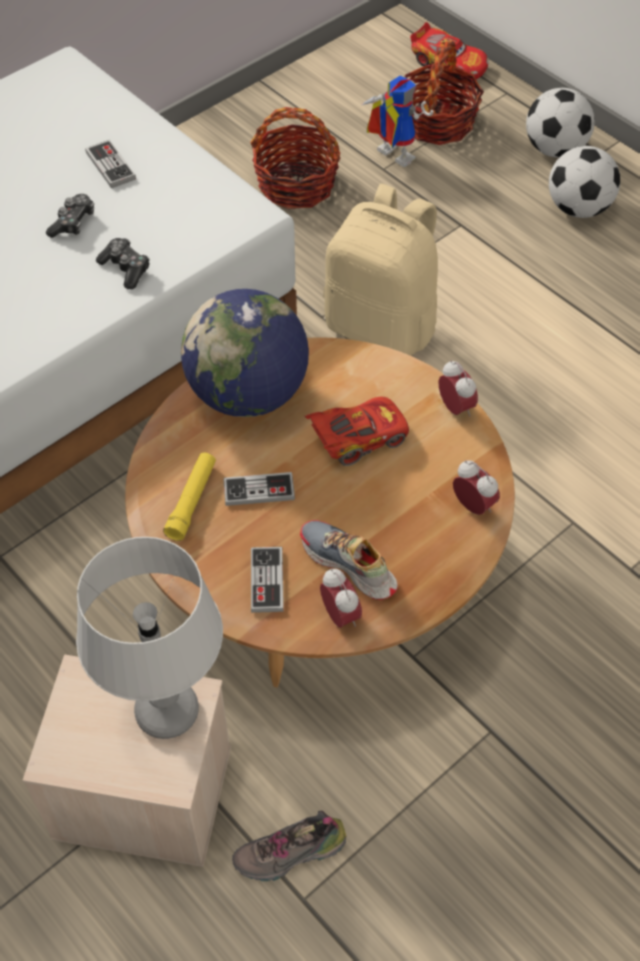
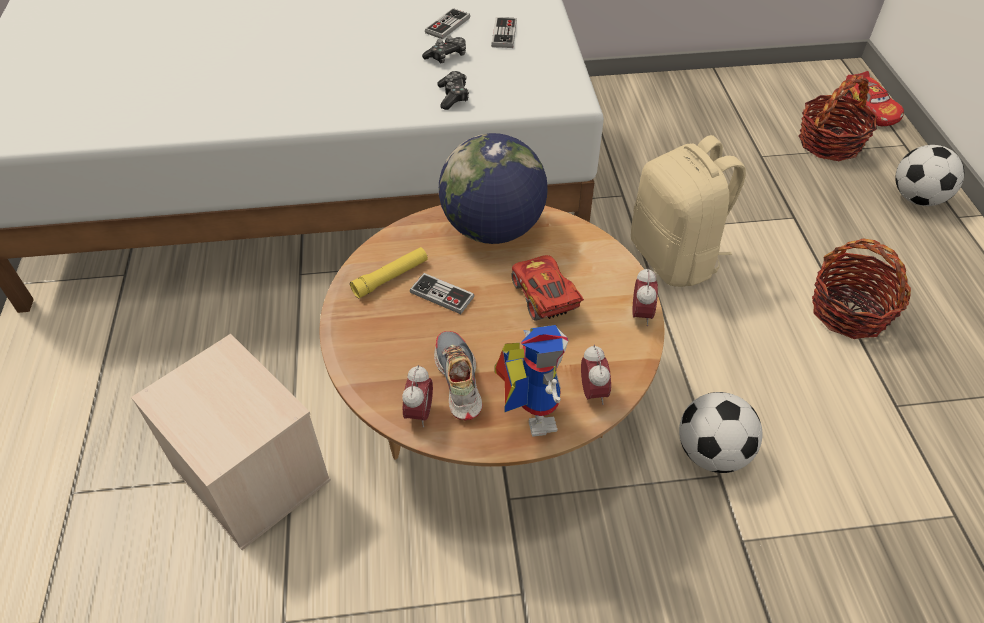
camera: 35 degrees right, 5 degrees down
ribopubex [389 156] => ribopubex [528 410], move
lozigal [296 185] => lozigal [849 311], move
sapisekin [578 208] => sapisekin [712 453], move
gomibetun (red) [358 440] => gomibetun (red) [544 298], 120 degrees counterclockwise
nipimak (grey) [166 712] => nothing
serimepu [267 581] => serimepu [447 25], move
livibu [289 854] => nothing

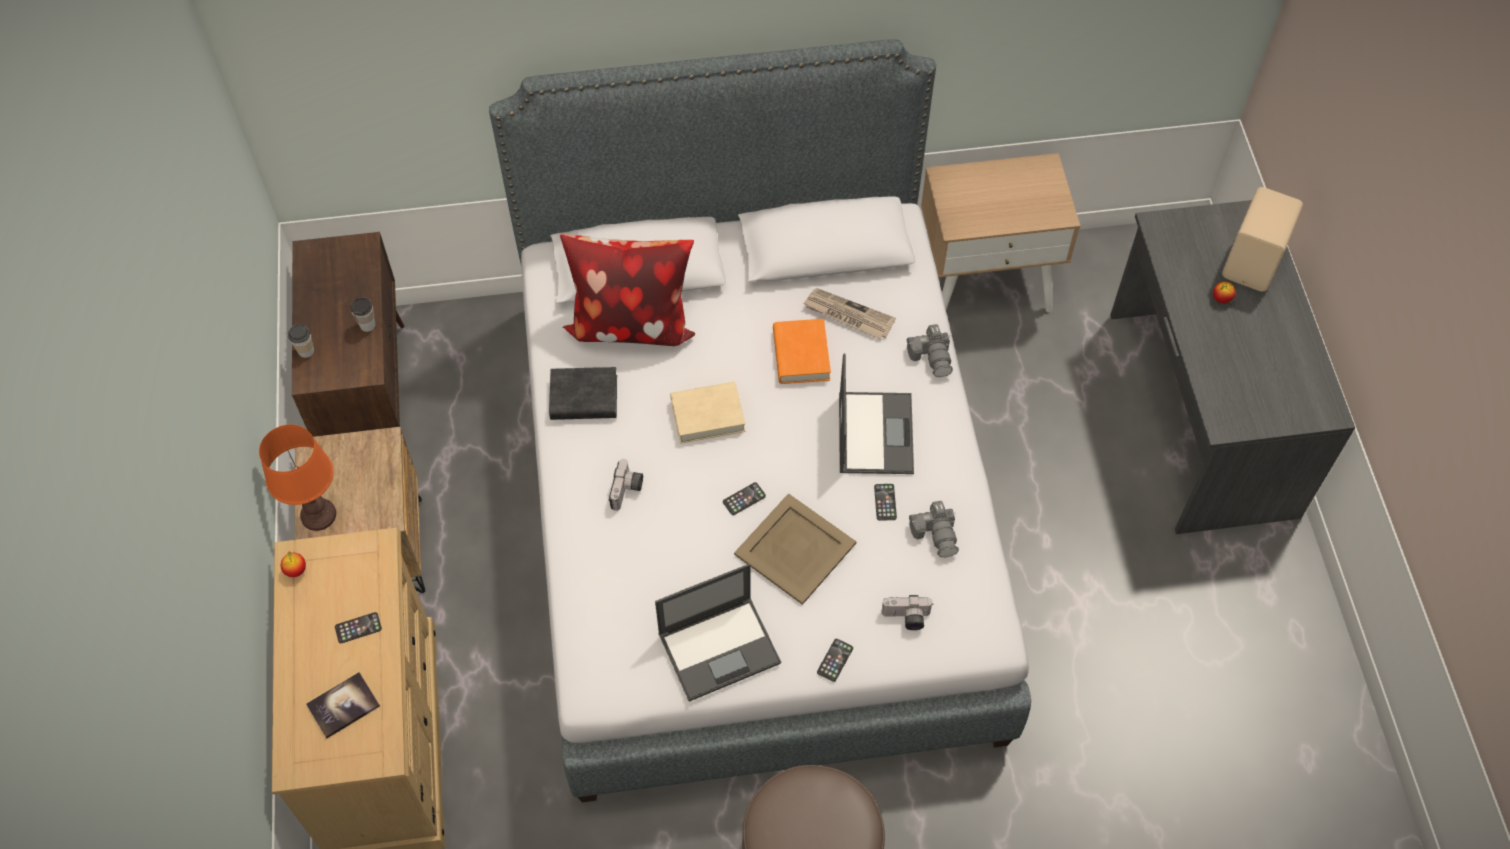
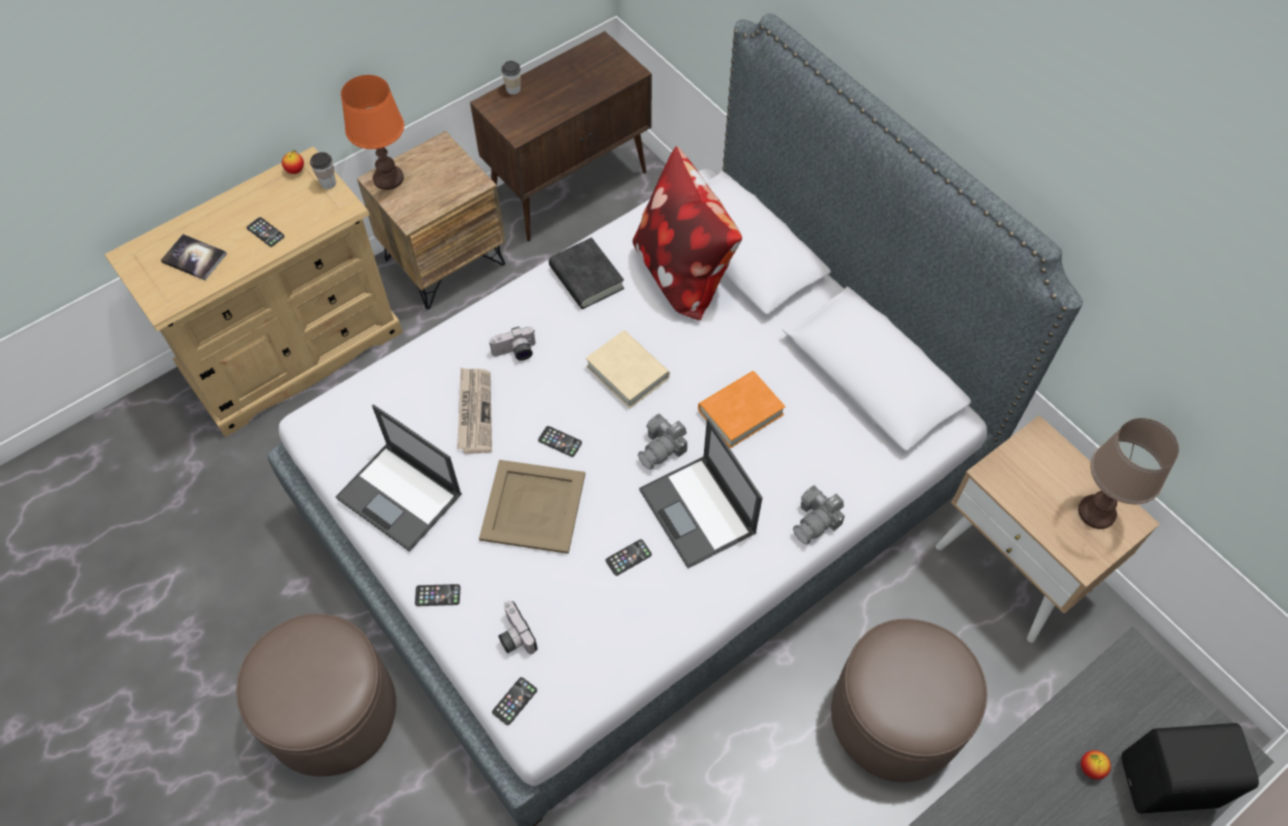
camera: 60 degrees right, 0 degrees up
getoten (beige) [1254 262] => getoten (black) [1170 784]
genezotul [848 315] => genezotul [474 411], move
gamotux [367 325] => gamotux [328 183], move
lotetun [875 432] => lotetun [698 512], 90 degrees clockwise
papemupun [936 534] => papemupun [662 448], move
nothing => nipimak (brown) [1096 512]
nothing => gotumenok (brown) [896 716]
nothing => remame [514 701]

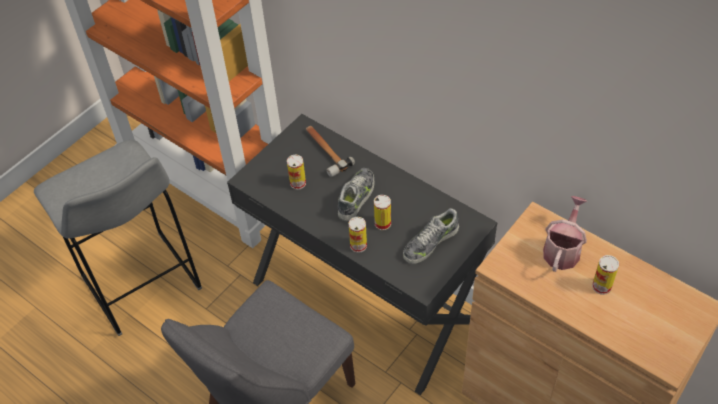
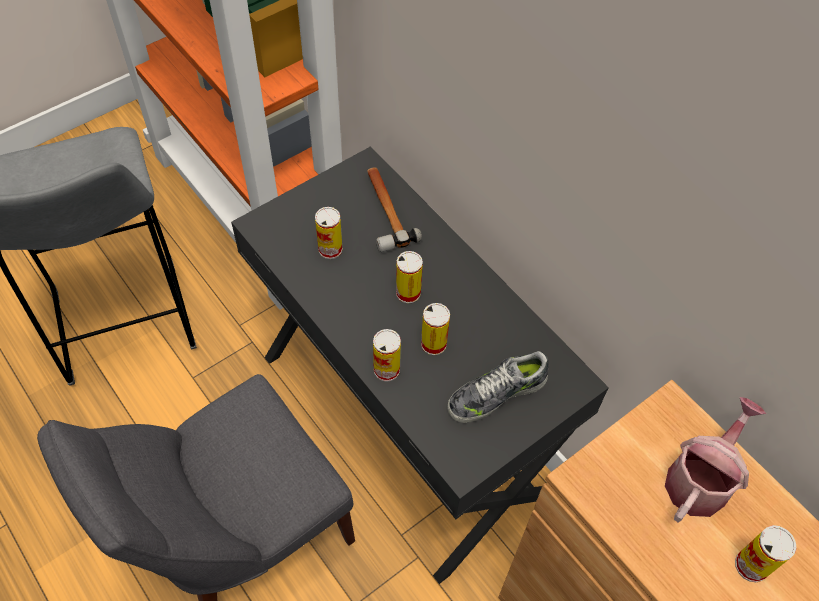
camera: 10 degrees right, 5 degrees up
livibu [356 197] => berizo [408 293]

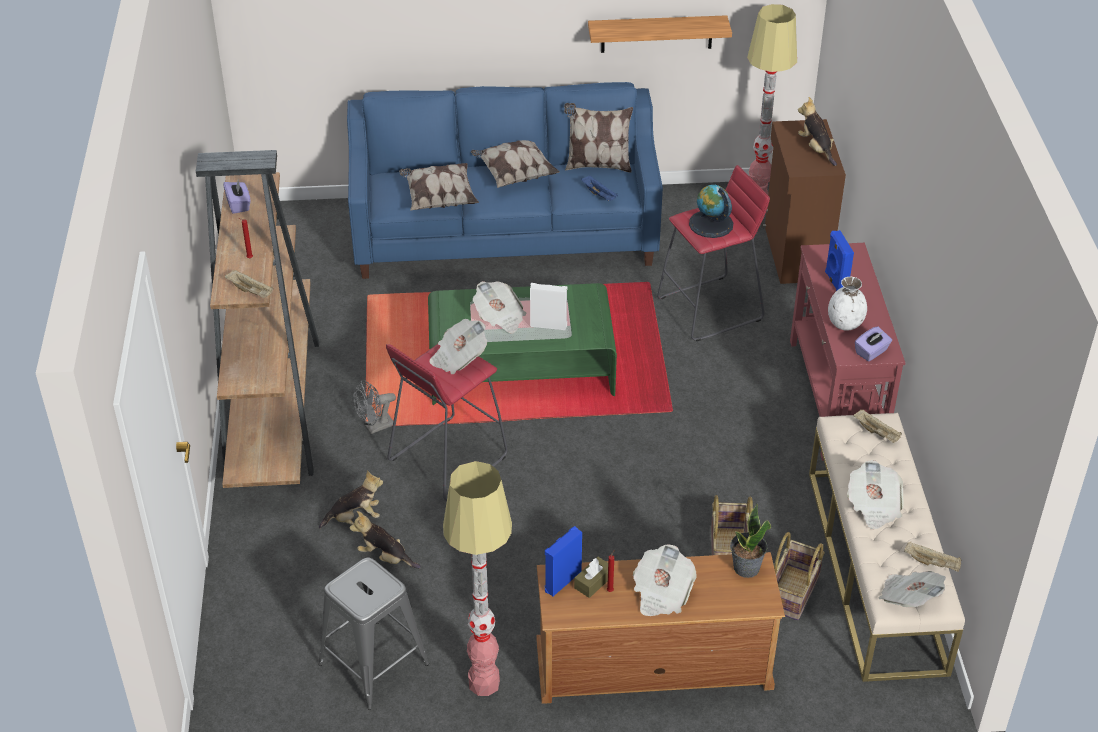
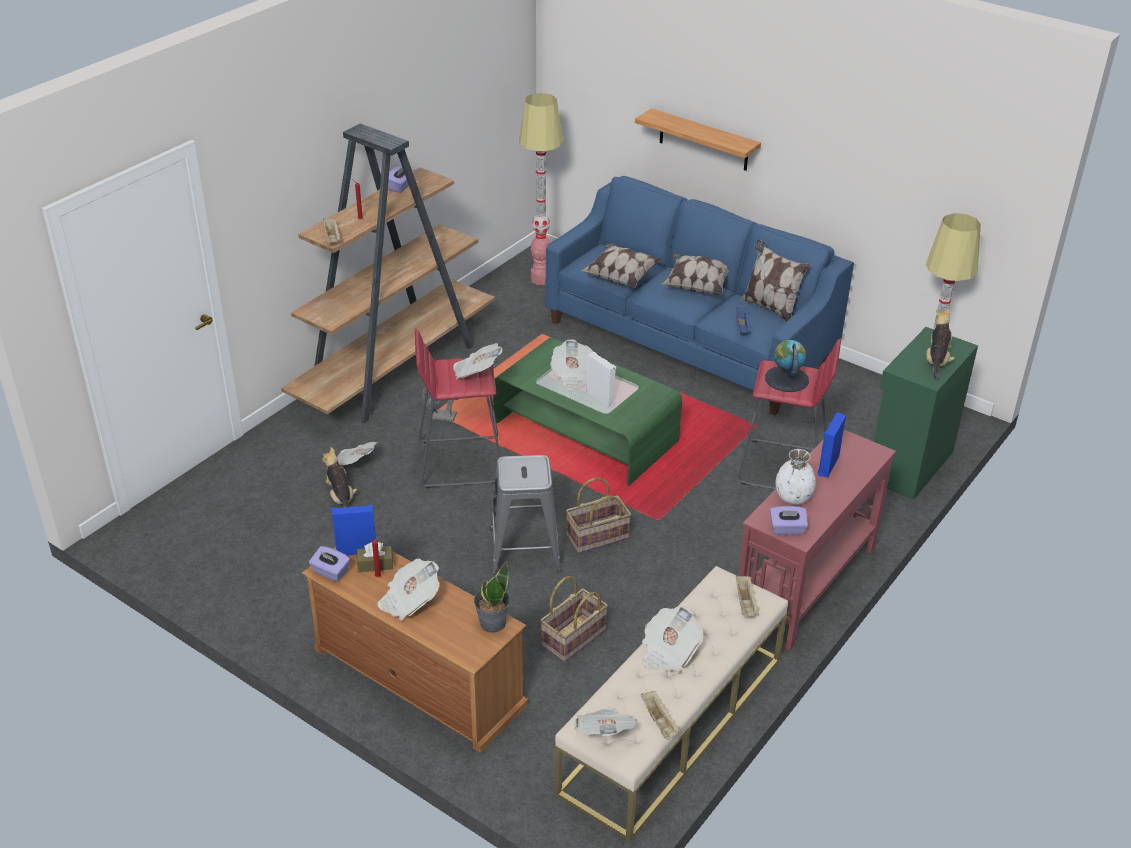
camera: 40 degrees right, 5 degrees down
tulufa [657 34] => tulufa [703 140], move
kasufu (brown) [795 254] => kasufu (green) [908 465]
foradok [484 683] => foradok [540 279], move
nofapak [355 518] => genezotul [354 463]
lozigal [793 593] => lozigal [597 538], move
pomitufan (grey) [374 664] => pomitufan (grey) [525 549], move
nothing => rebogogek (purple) [330 572]

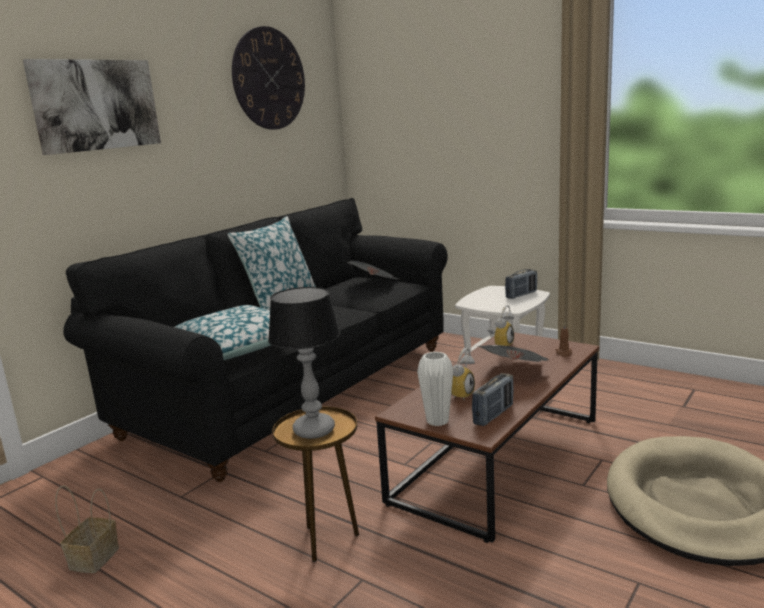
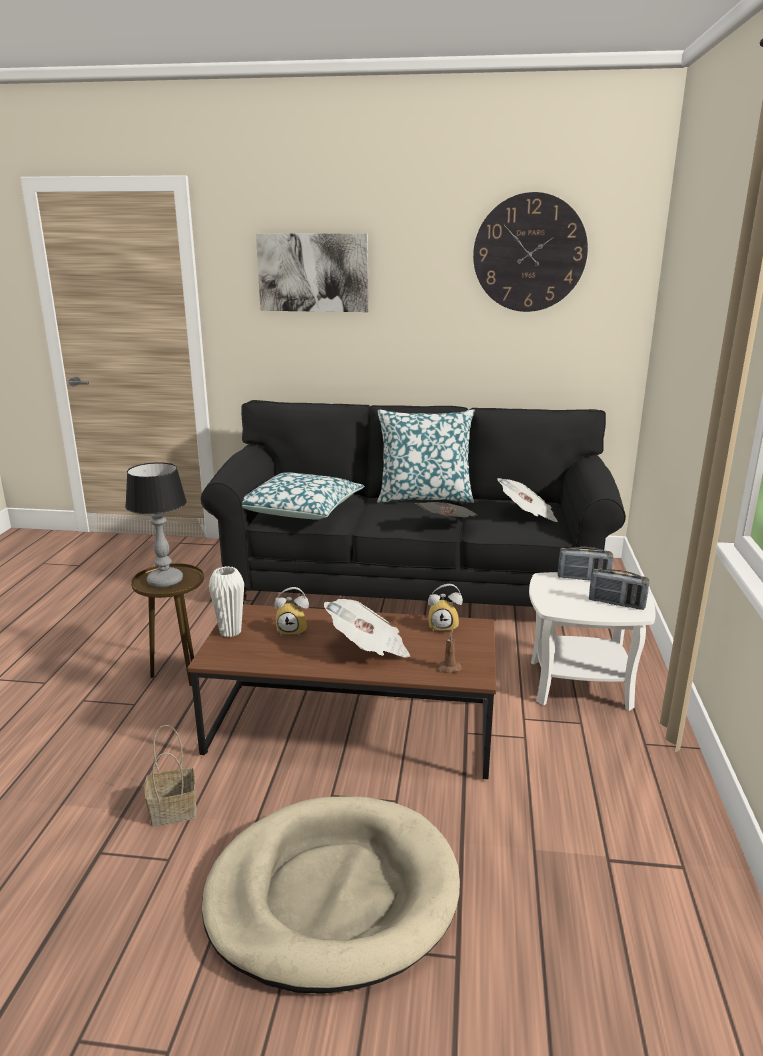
camera: 60 degrees right, 5 degrees up
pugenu [493 415] => pugenu [583 578], move
lozigal [94 557] => lozigal [175 809], move
nothing => genezotul [447 526]

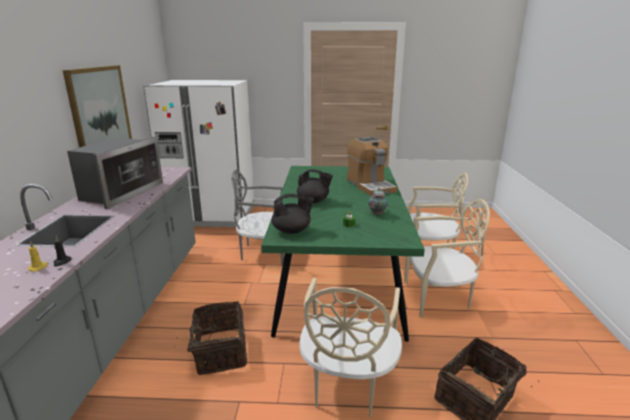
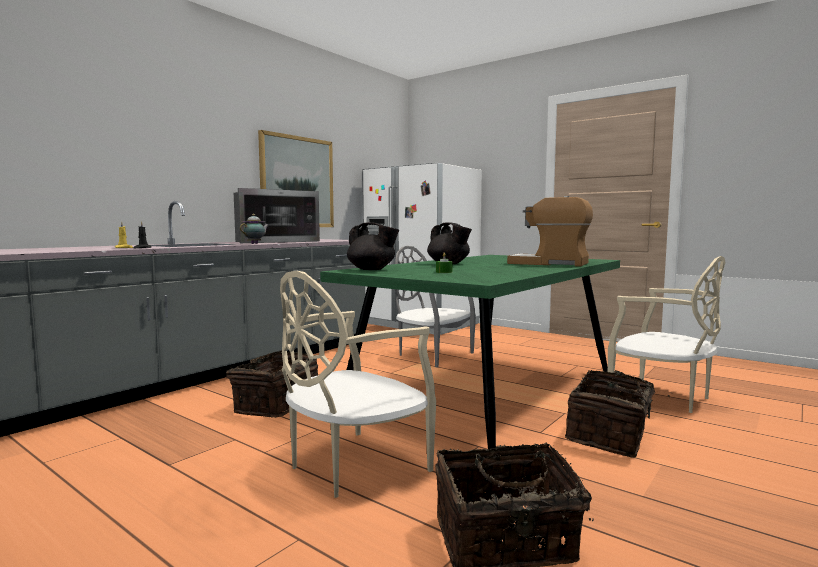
camera: 35 degrees right, 15 degrees down
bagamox [370 186] => bagamox [550 263], 105 degrees clockwise
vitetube [377 213] => vitetube [255 243], move
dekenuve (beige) [438 298] => lozigal [610 436]

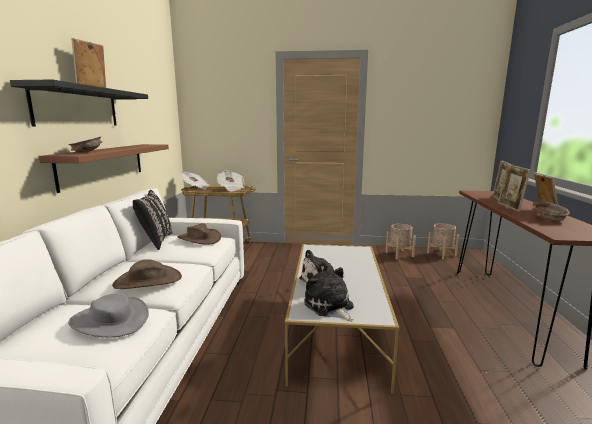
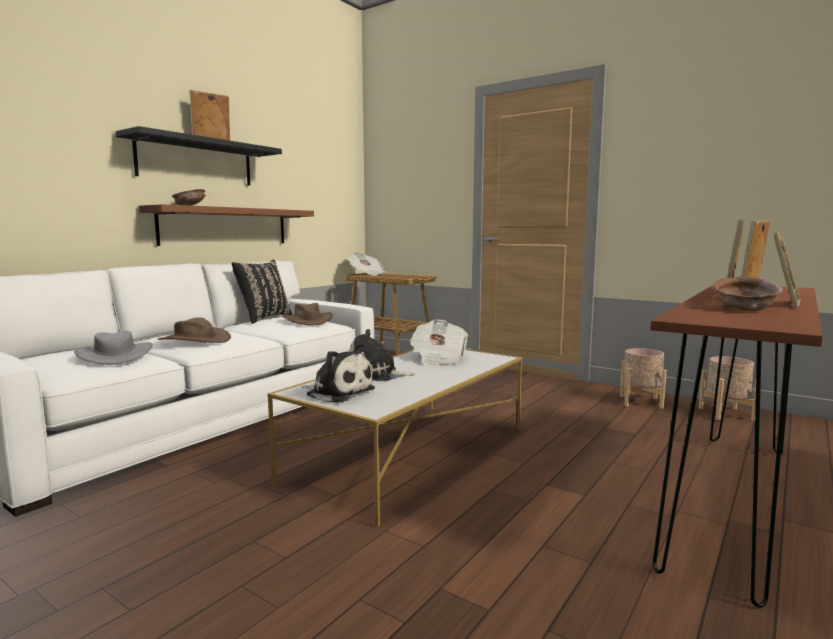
camera: 30 degrees right, 5 degrees down
genezotul [231 188] => genezotul [438 359], move
nofapak [329 306] => nofapak [338 392], 120 degrees clockwise

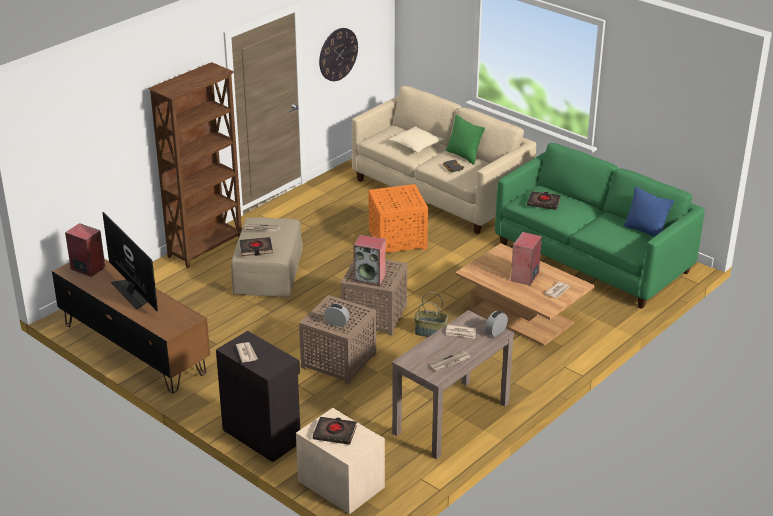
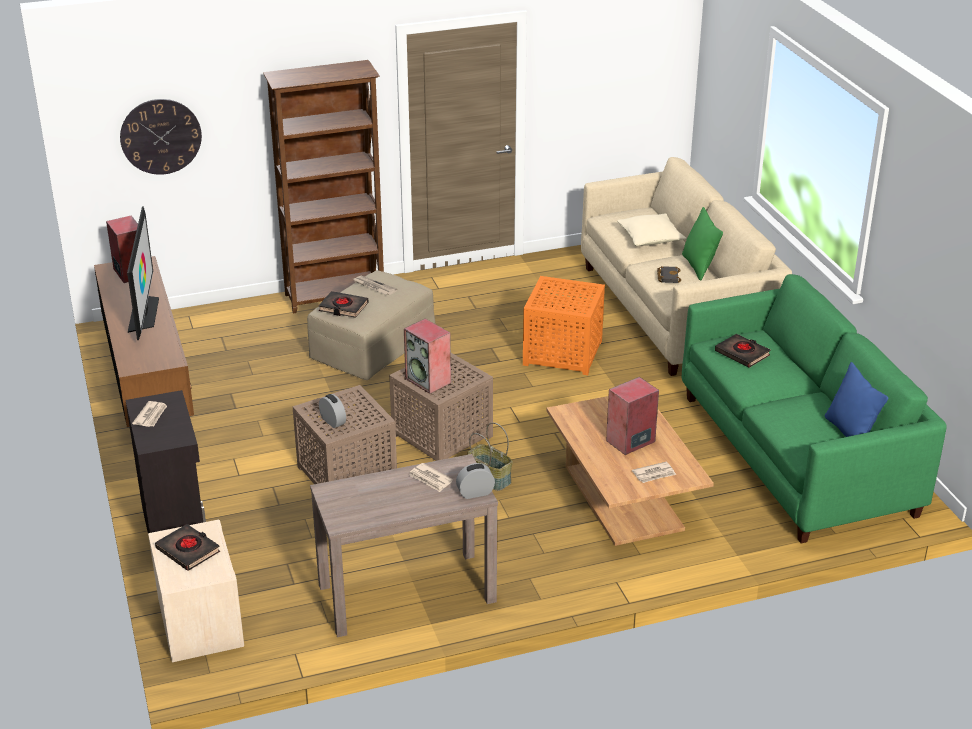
camera: 30 degrees right, 0 degrees up
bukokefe [338 54] => bukokefe [161 136], move
genezotul [450 362] => nothing

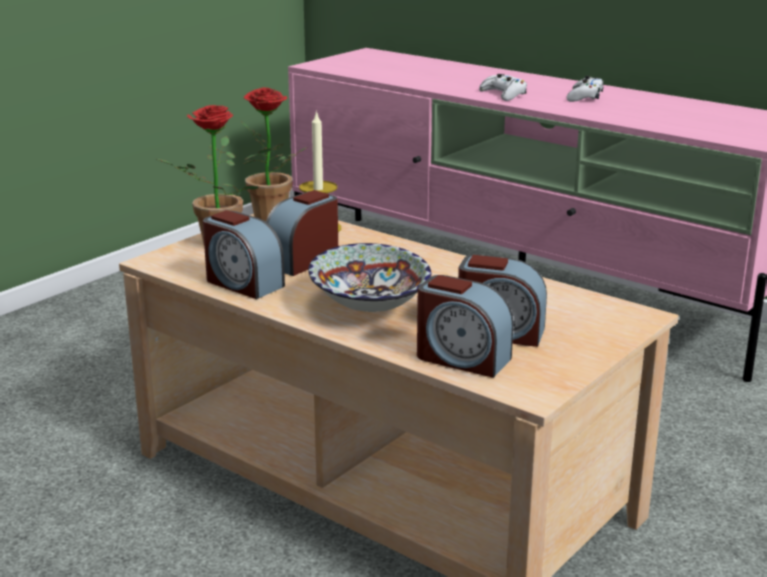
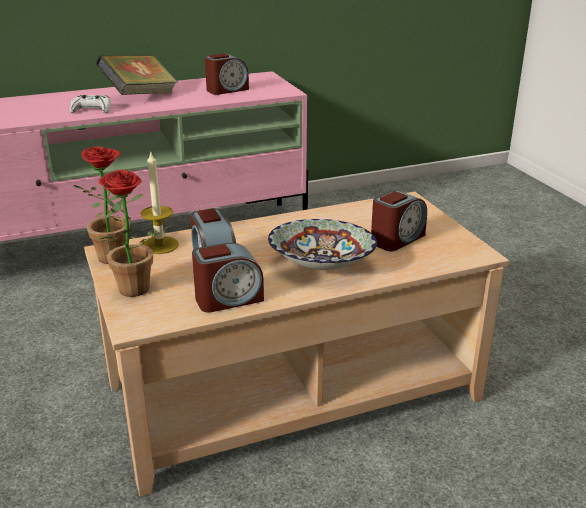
camera: 60 degrees left, 5 degrees up
serimepu (white) [585 97] => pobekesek [139 96]
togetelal [462 358] => togetelal [227 90], move

